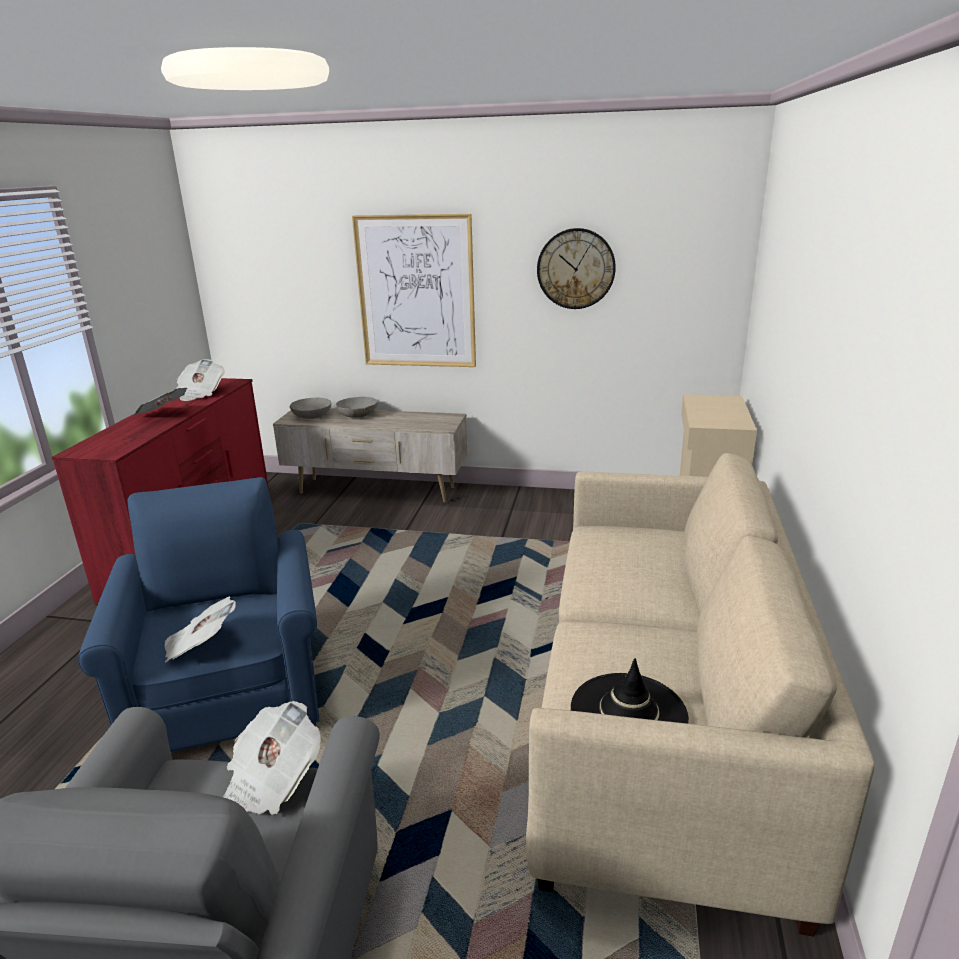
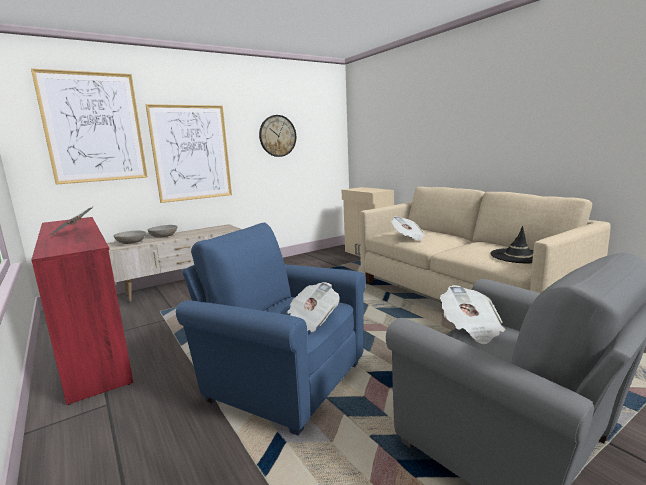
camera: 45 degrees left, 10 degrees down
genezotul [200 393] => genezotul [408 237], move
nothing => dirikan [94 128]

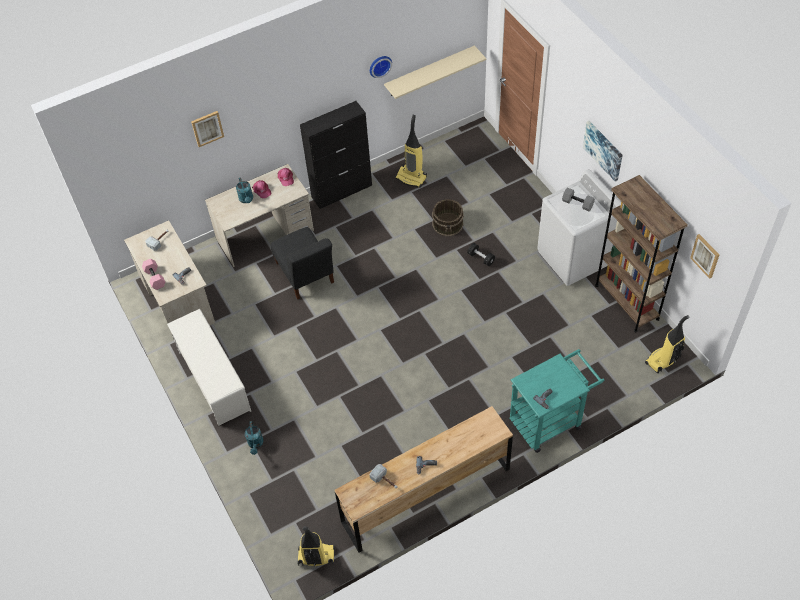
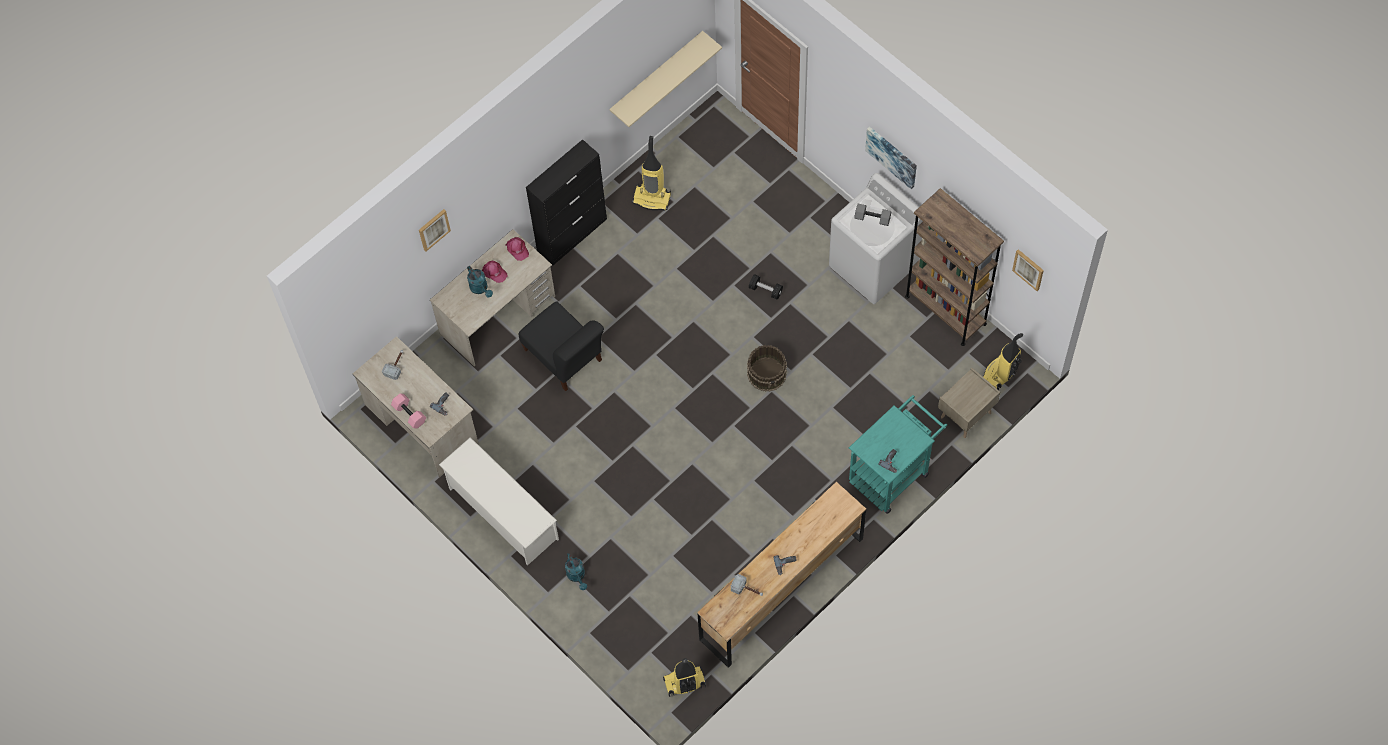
camera: 15 degrees left, 10 degrees up
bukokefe [379 65] => nothing
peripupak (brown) [448 224] => peripupak (brown) [767 373], move
nothing => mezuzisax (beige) [966 416]

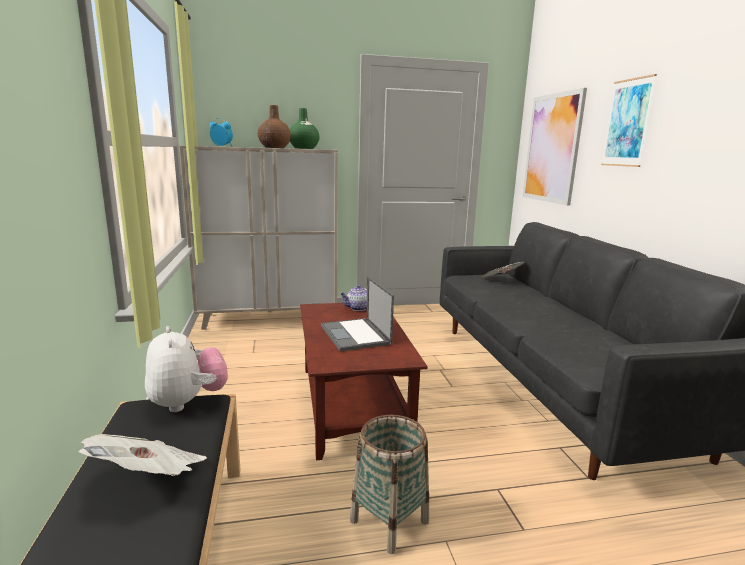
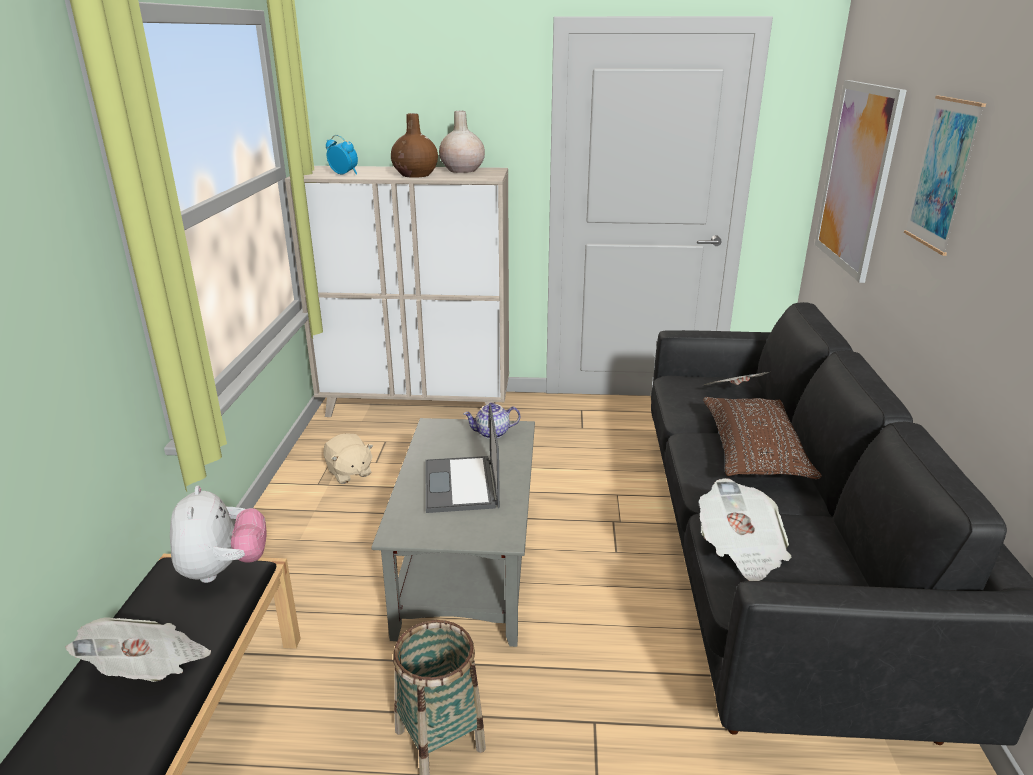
camera: 15 degrees right, 10 degrees up
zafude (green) [303 148] => zafude (beige) [462 170]
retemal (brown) [353 405] => retemal (grey) [468 566]
nothing => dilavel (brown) [753 452]
nothing => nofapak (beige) [349 472]
nothing => genezotul [741 550]

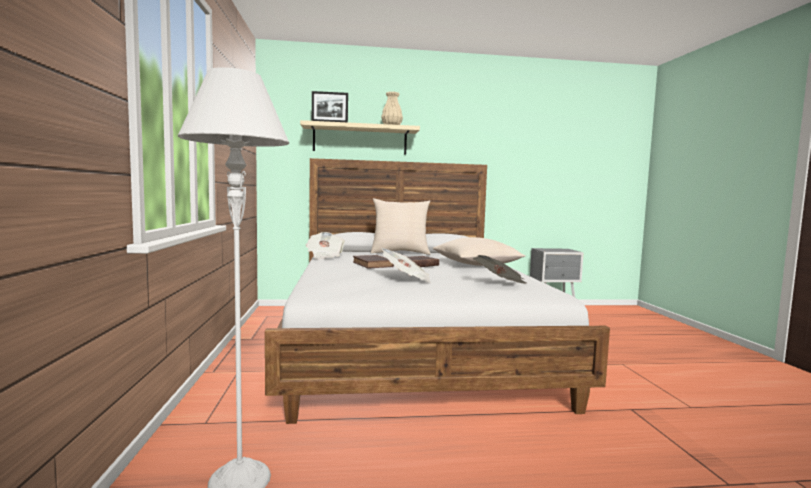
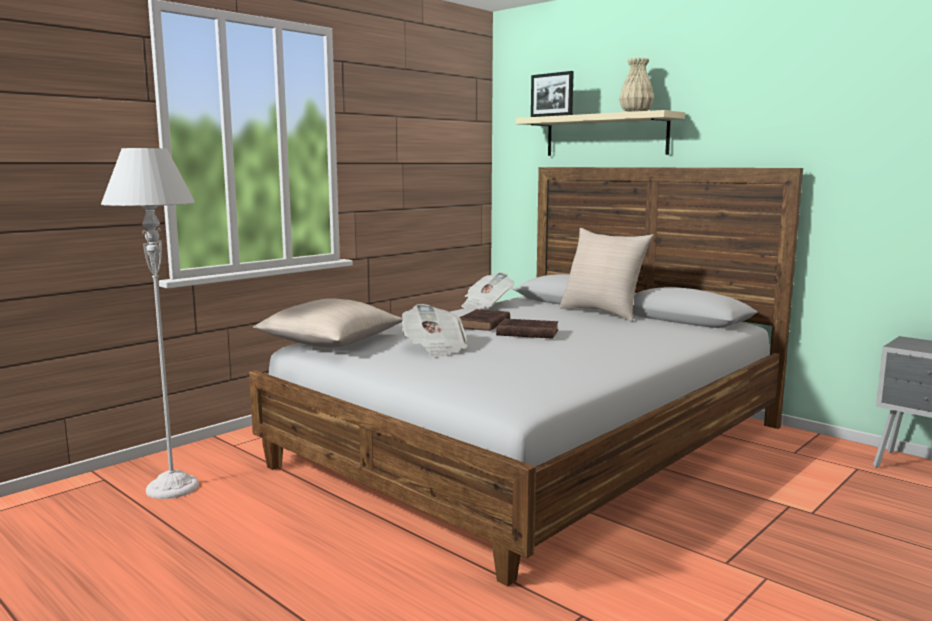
camera: 50 degrees right, 5 degrees up
dilavel (beige) [476 264] => dilavel (beige) [331 343], move
genezotul [500 284] => nothing

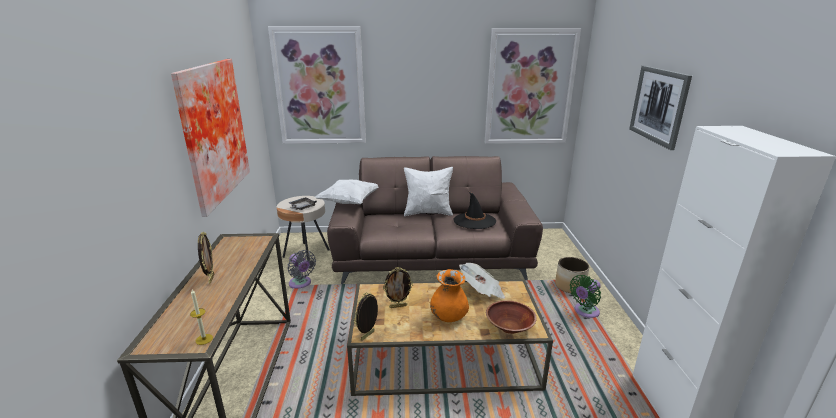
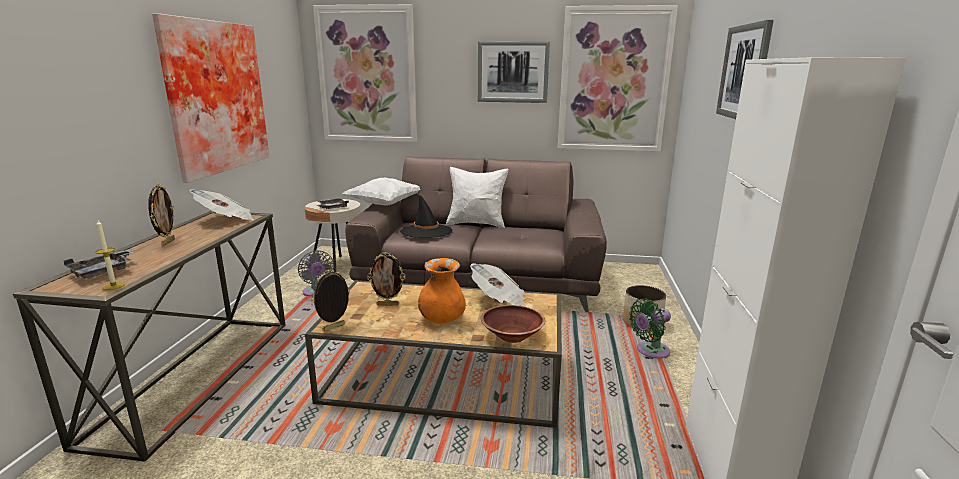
camera: 10 degrees right, 5 degrees down
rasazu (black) [474 221] => rasazu (black) [426 231], move
nothing => dirikan [513 72]
nothing => genezotul [226 219]
nothing => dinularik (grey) [103 271]

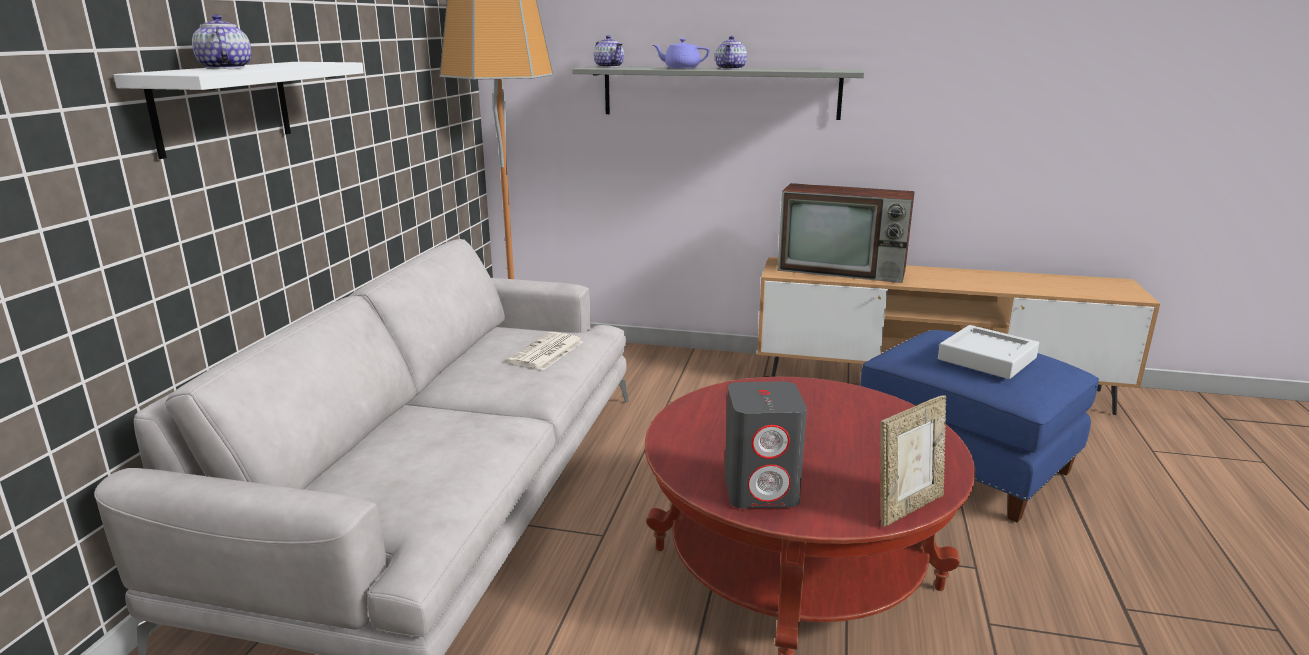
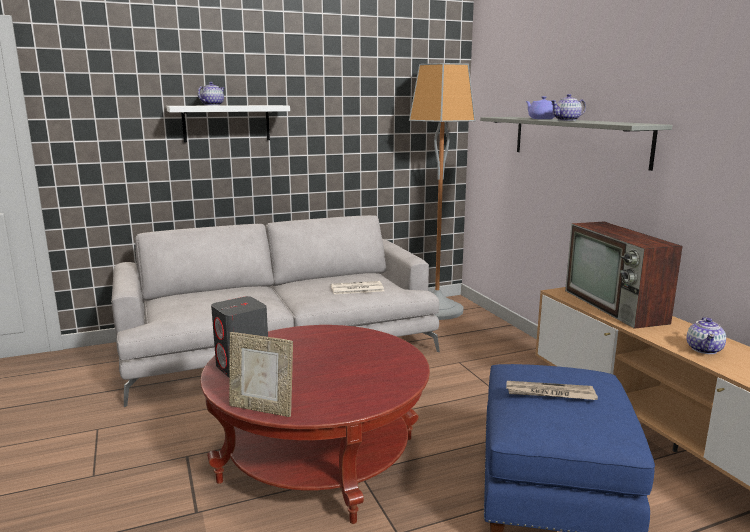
camera: 55 degrees right, 5 degrees down
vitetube [609 66] => vitetube [704 349], move
dinularik (grey) [987 358] => genezotul [549 393]

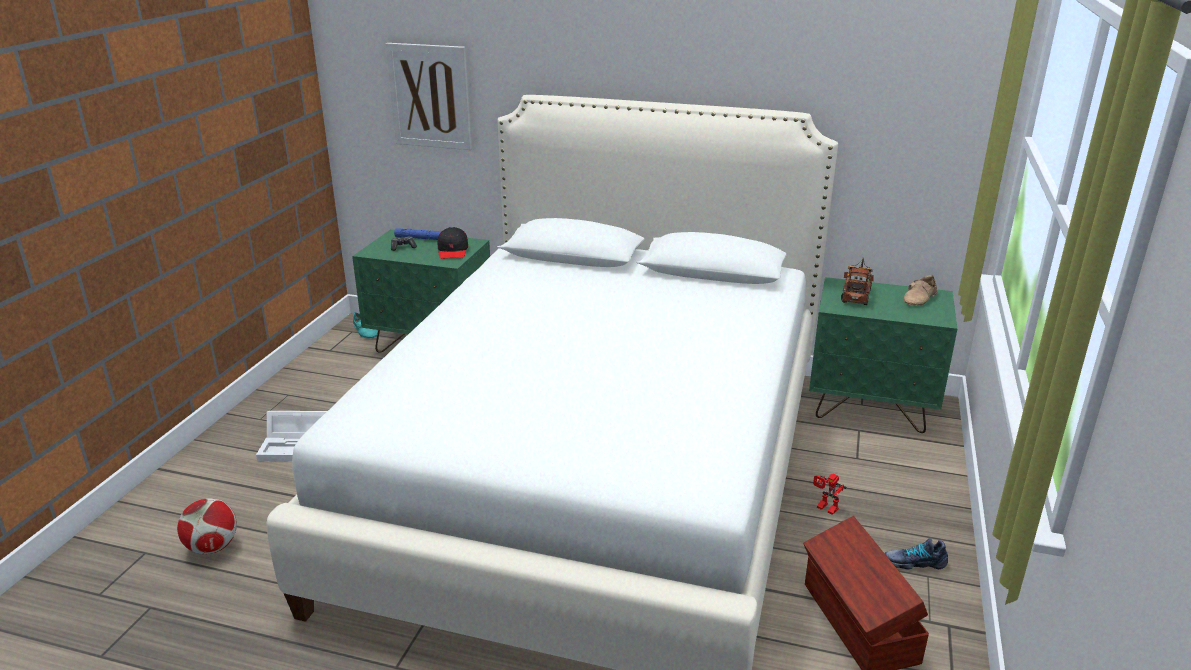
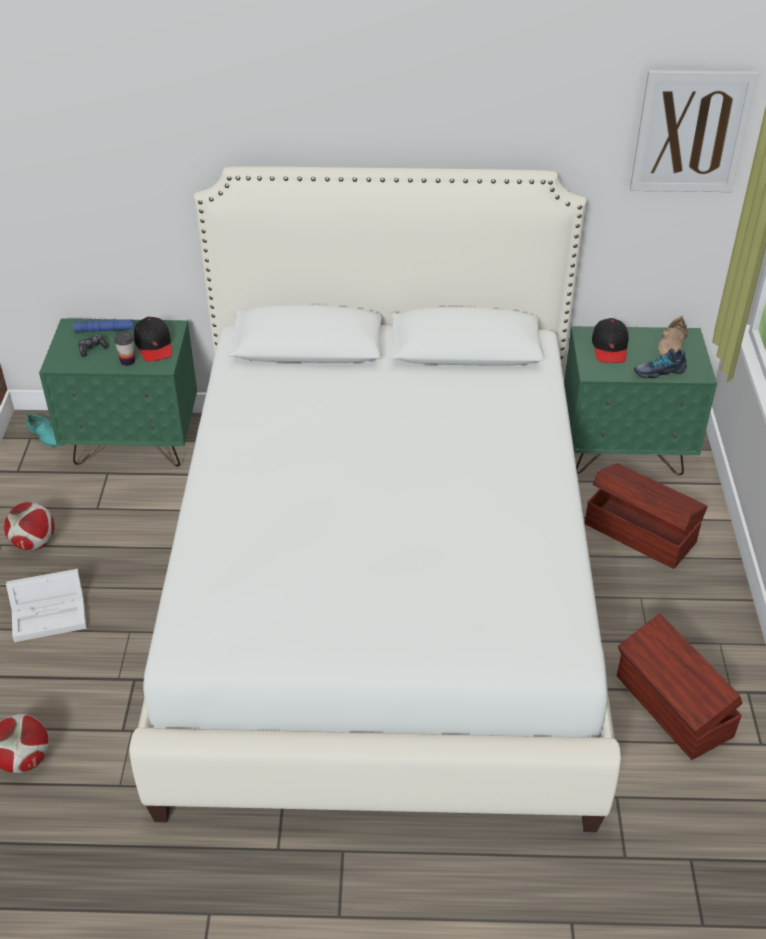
camera: 15 degrees left, 15 degrees up
dirikan [430 96] => dirikan [691 132], move
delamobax [857 294] => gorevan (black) [610 347]
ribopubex [825 508] => nothing
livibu [914 562] => livibu [659 371], move
nothing => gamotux [127 361]
nothing => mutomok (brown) [639 531]
nothing => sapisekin [34 543]

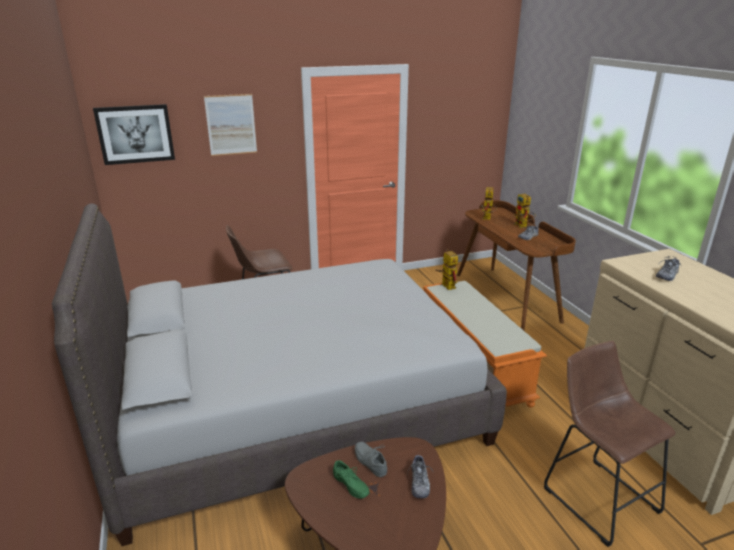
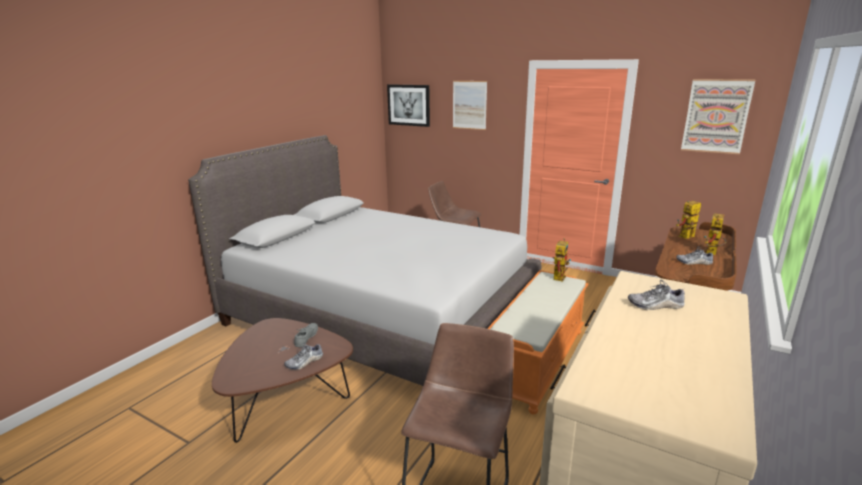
camera: 50 degrees right, 5 degrees down
livibu (green) [349 486] => nothing
nothing => dirikan [716 116]

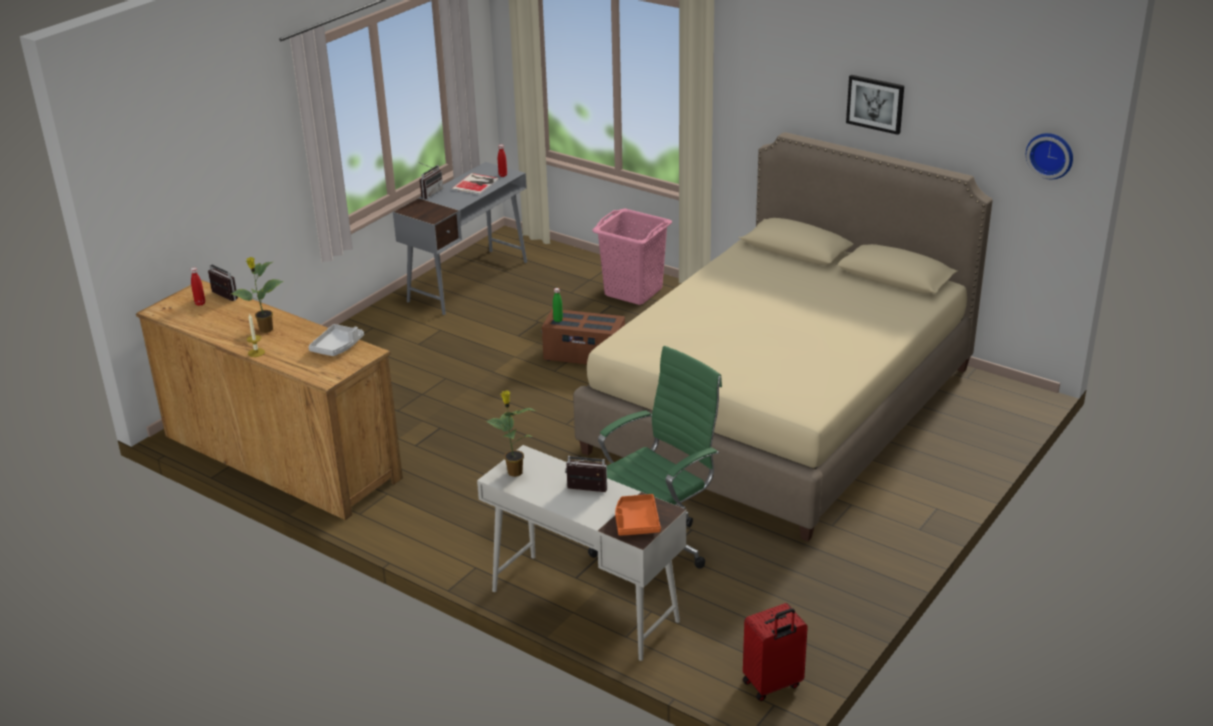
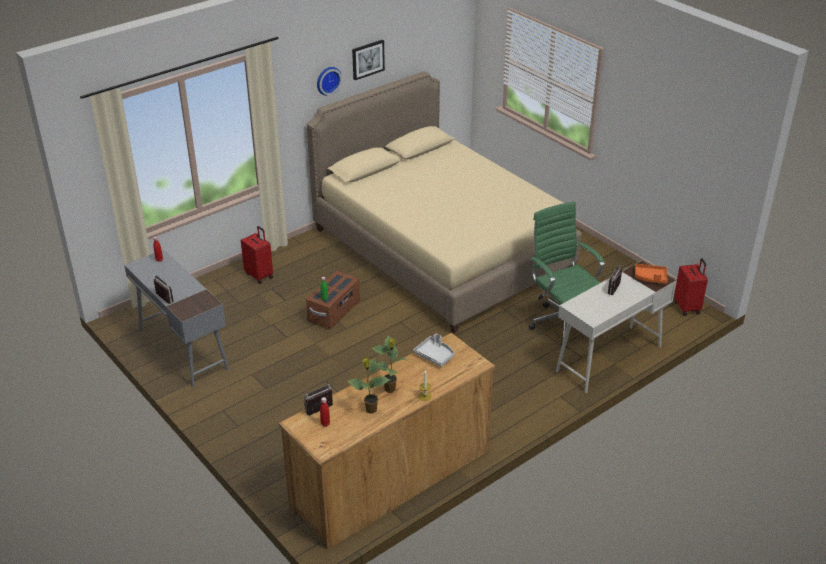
camera: 75 degrees left, 5 degrees up
bukokefe [1050 154] => bukokefe [327 80], move
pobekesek [476 184] => nothing
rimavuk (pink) [633 292] => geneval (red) [260 275]
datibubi [514 471] => datibubi [370 410], move

